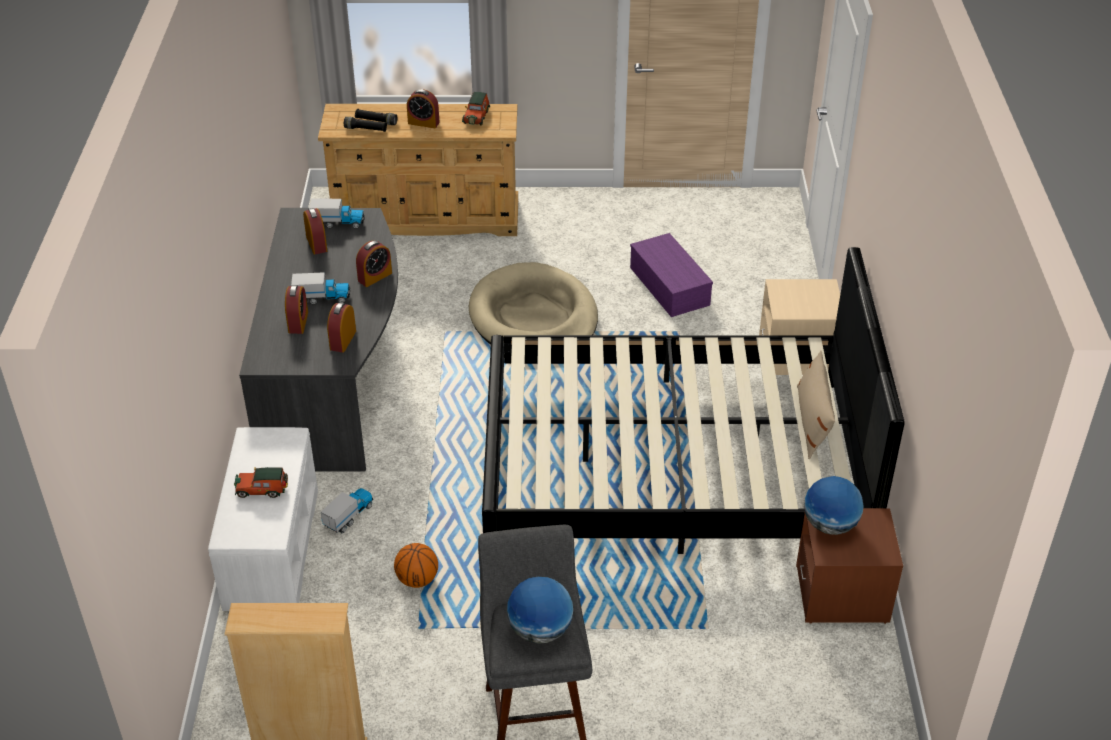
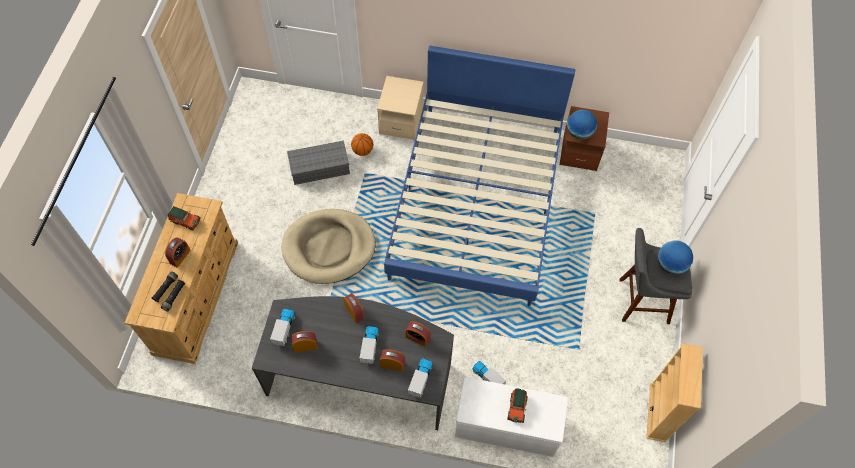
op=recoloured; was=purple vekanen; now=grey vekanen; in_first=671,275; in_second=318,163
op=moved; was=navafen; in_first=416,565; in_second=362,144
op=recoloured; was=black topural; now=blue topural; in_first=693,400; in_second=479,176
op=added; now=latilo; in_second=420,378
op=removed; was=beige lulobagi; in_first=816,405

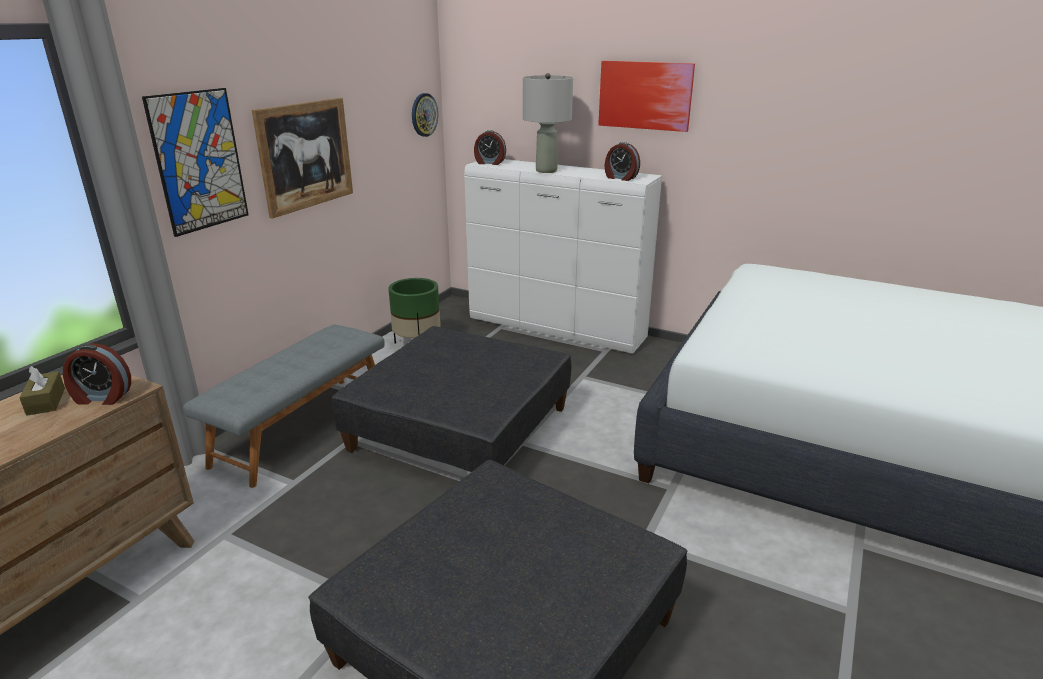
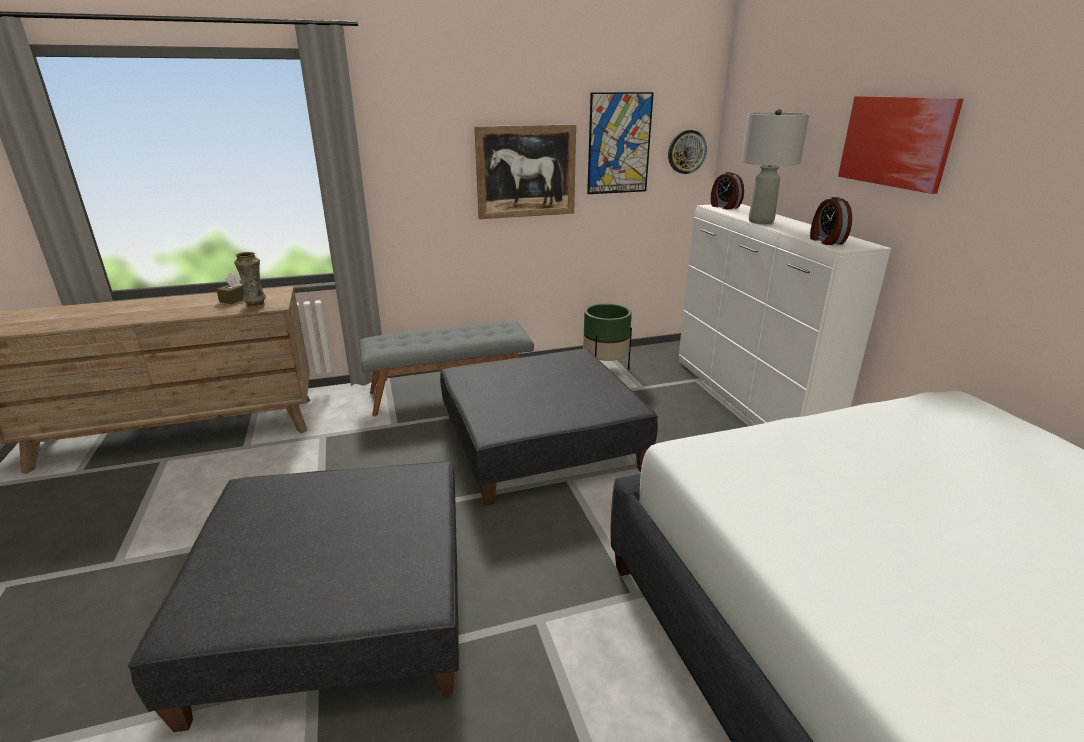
op=replaced; was=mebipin; now=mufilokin; in_first=97,374; in_second=250,280
op=moved; was=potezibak; in_first=195,162; in_second=620,143

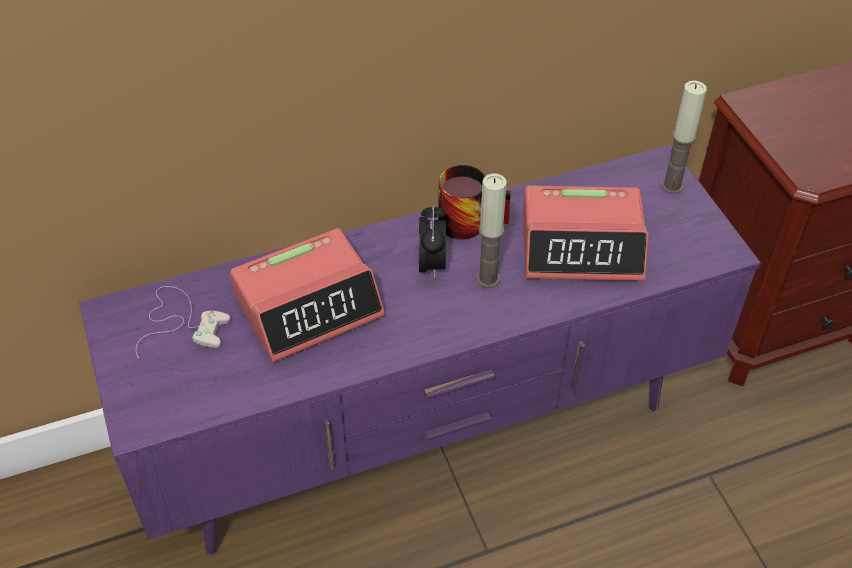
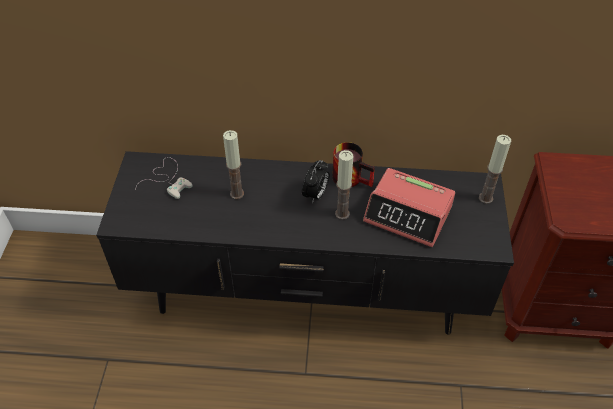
op=recoloured; was=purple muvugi; now=black muvugi; in_first=420,350; in_second=305,243
op=replaced; was=mebipin; now=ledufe; in_first=307,295; in_second=233,164

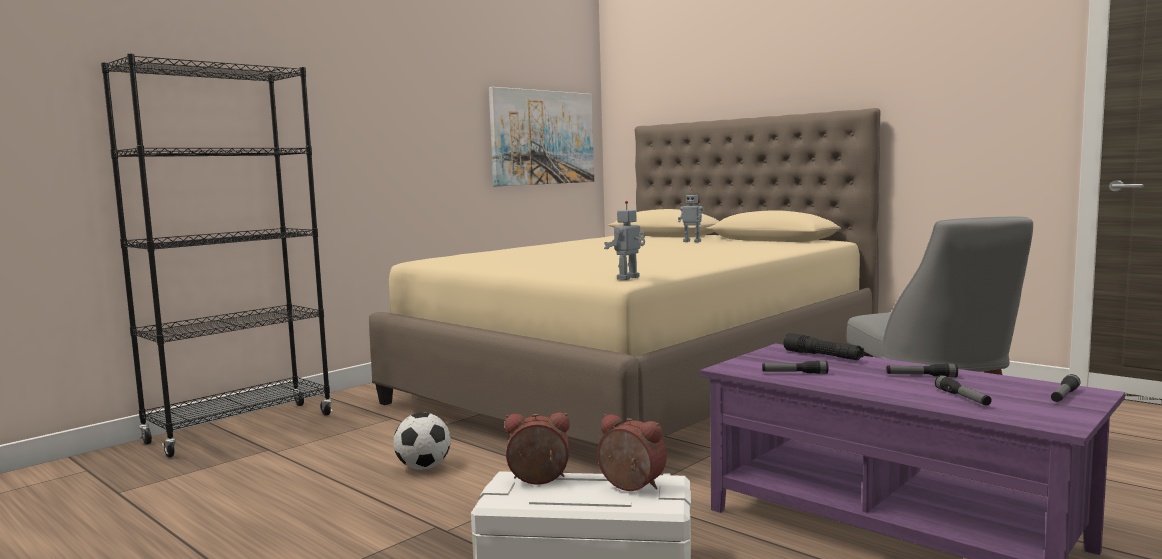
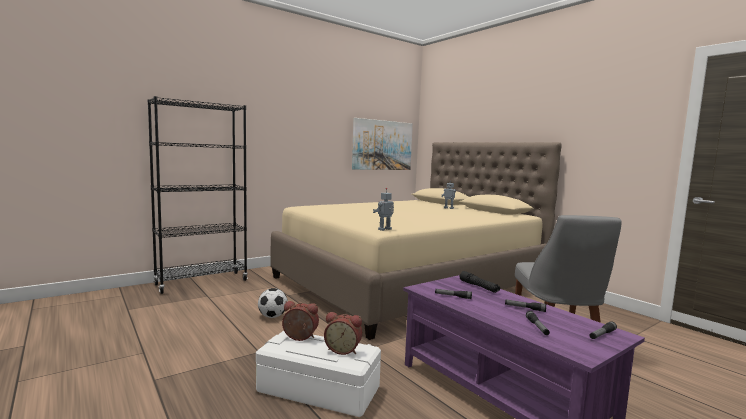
op=turned; was=mebipin; in_first=632,452; in_second=343,333; clockwise=150

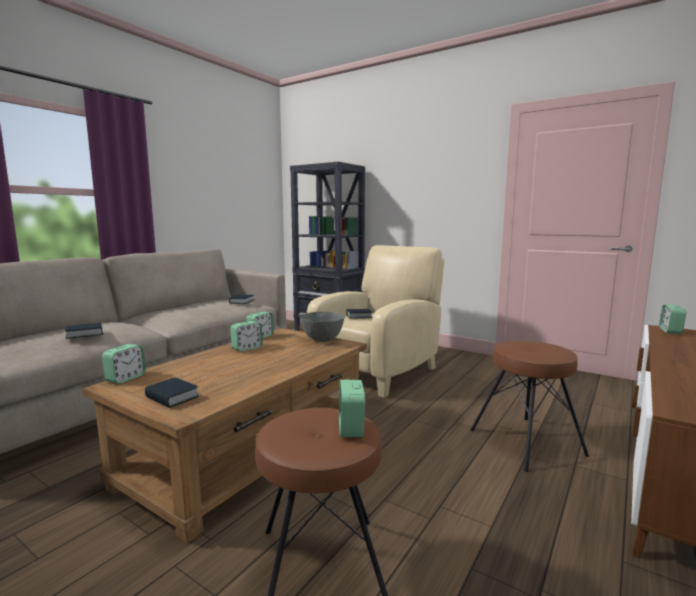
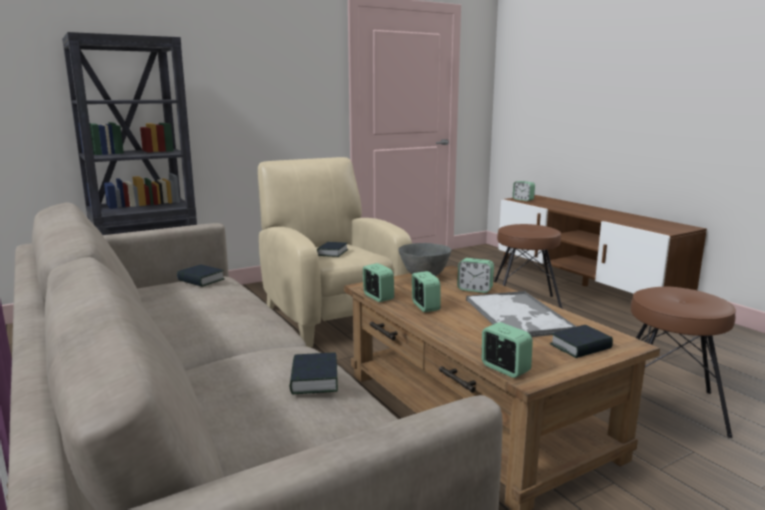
op=moved; was=mebipin; in_first=352,408; in_second=475,275
op=added; now=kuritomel; in_second=521,314

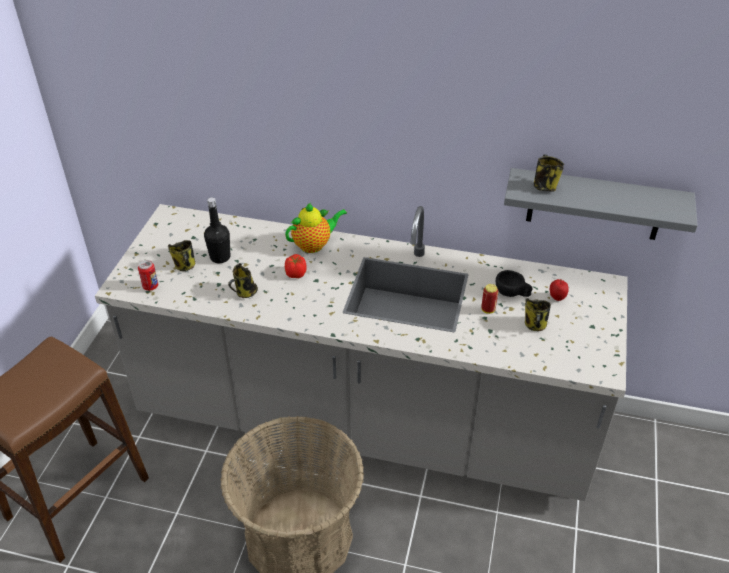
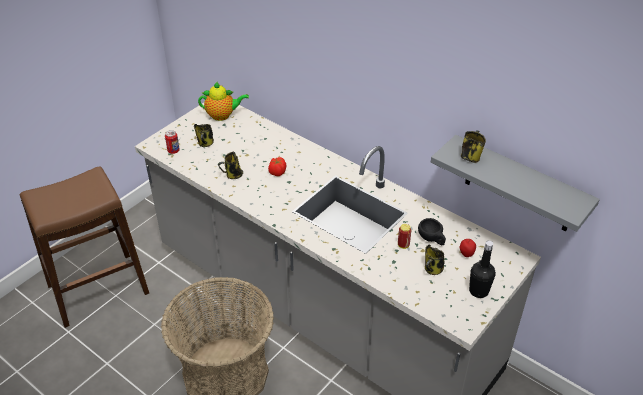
op=moved; was=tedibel; in_first=316,228; in_second=223,101
op=moved; was=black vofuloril; in_first=217,230; in_second=482,269

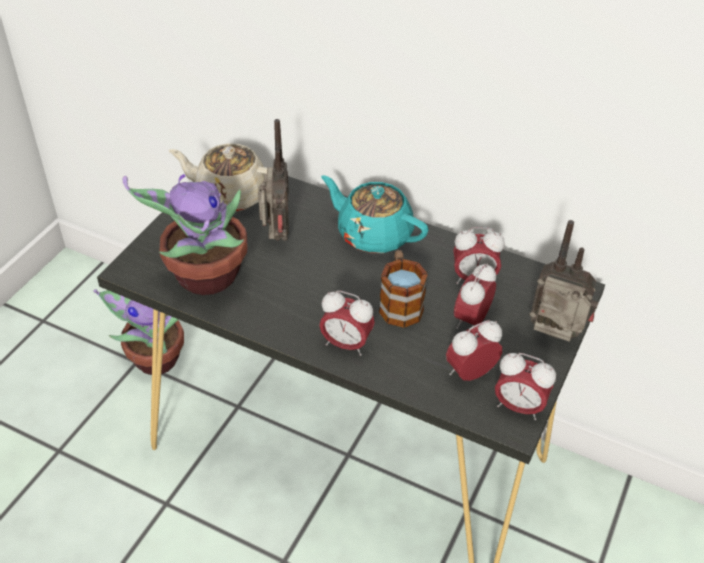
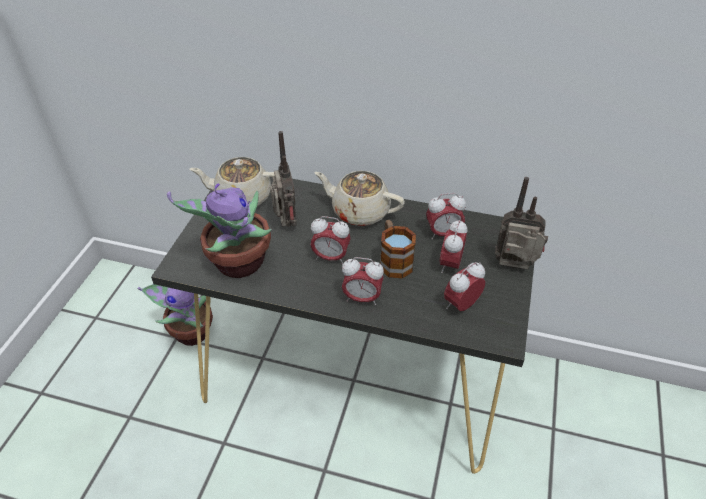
op=moved; was=mebipin; in_first=525,386; in_second=330,240
op=recoloured; was=turquoise tedibel; now=beige tedibel; in_first=375,214; in_second=359,198

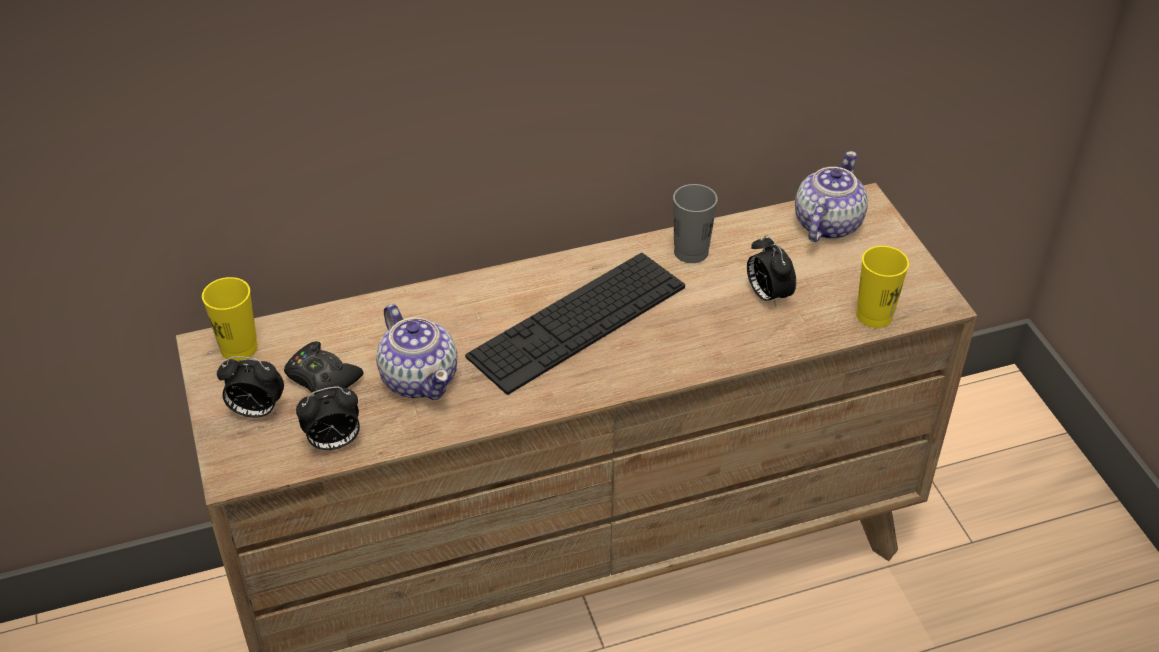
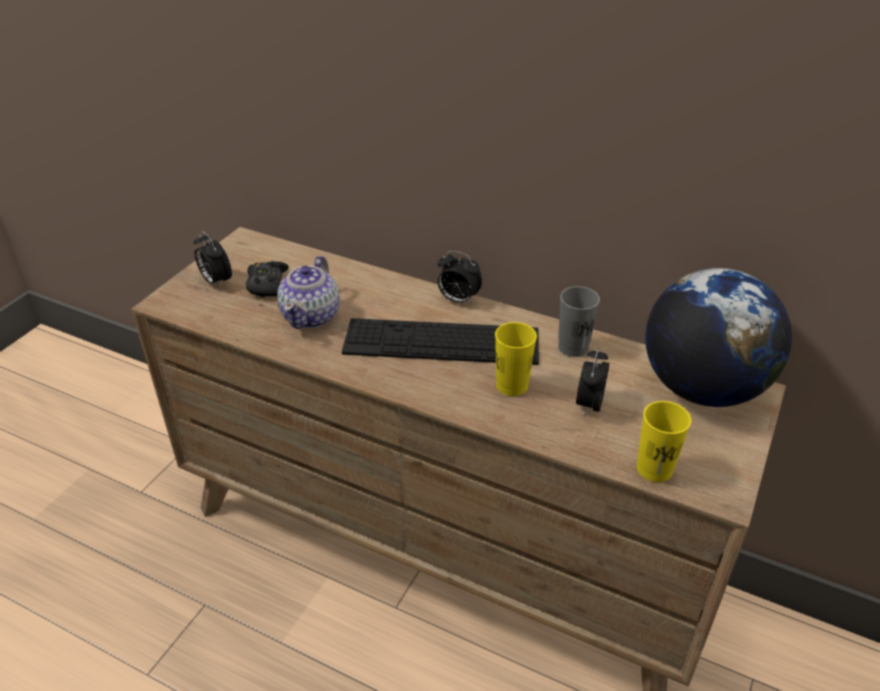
op=moved; was=mebipin; in_first=328,418; in_second=460,278
op=moved; was=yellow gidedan; in_first=230,319; in_second=516,359
op=replaced; was=tedibel; now=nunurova; in_first=831,196; in_second=718,337

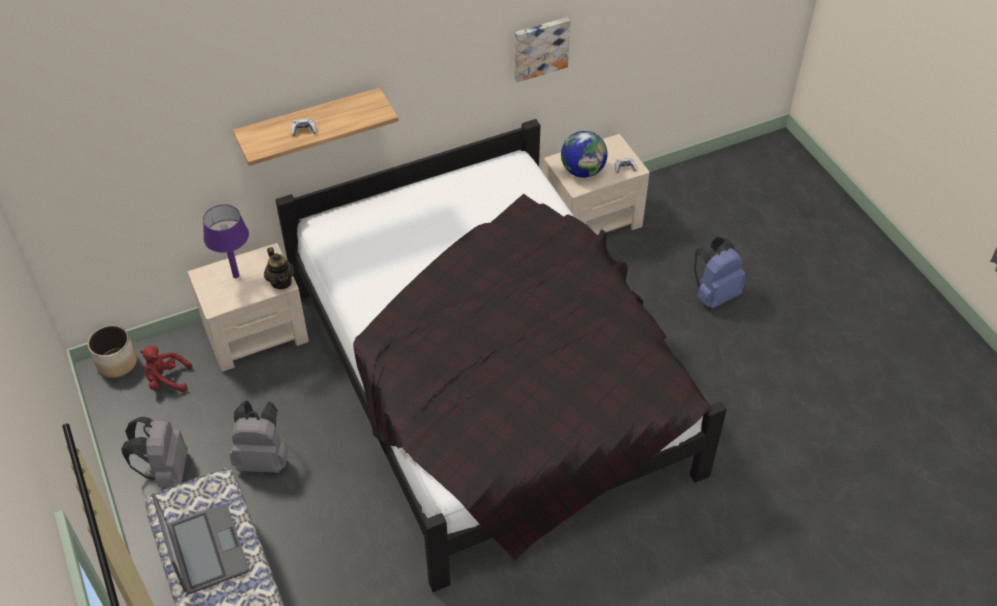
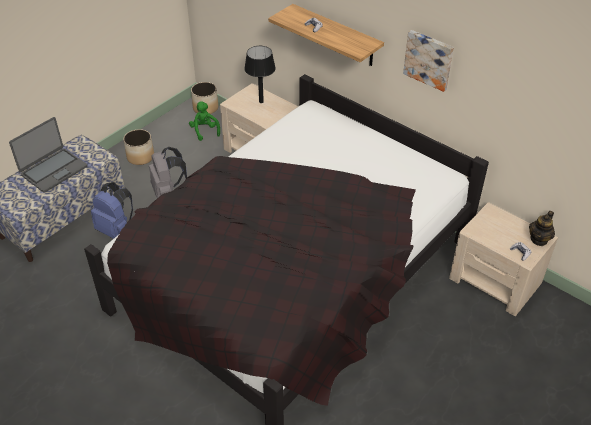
op=moved; was=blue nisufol; in_first=719,272; in_second=112,210
op=replaced; was=grey nisufol; now=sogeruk; in_first=154,452; in_second=138,147
op=recoloured; was=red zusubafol; now=green zusubafol; in_first=166,368; in_second=204,121
op=recoloured; was=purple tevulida; now=black tevulida; in_first=226,241; in_second=260,74
op=moved; was=potezibak; in_first=542,49; in_second=428,61
op=moved; was=tedibel; in_first=279,268; in_second=542,228
op=removed; was=nunurova; in_first=584,154

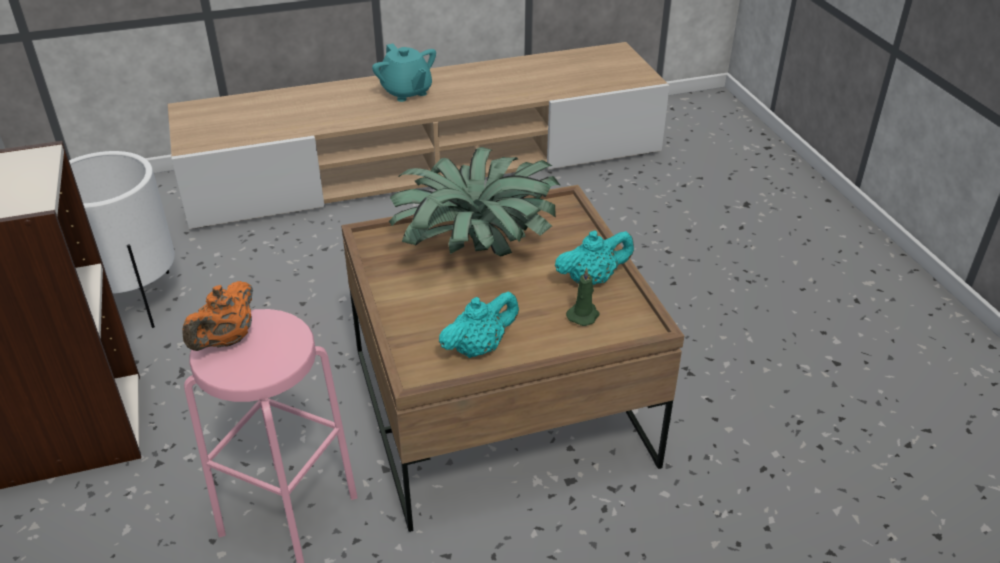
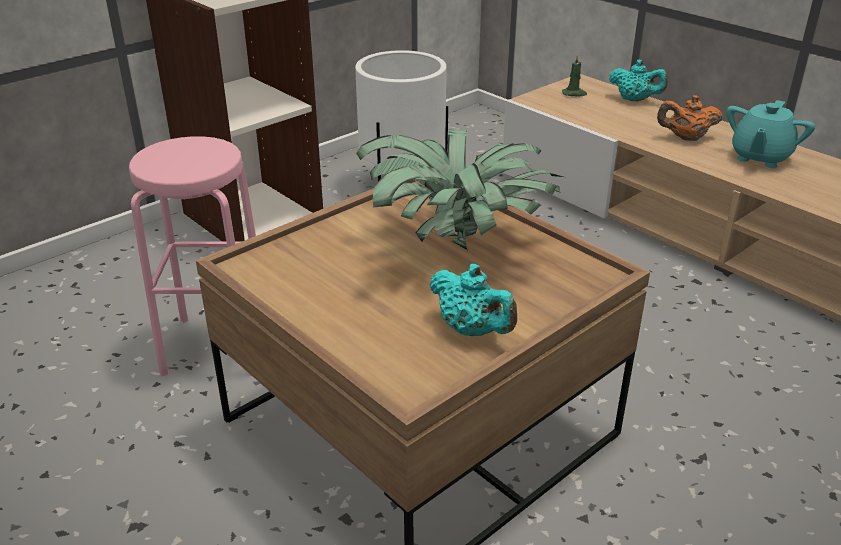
op=moved; was=green ledufe; in_first=583,297; in_second=574,76
op=moved; was=turquoise tedibel; in_first=479,324; in_second=638,81
op=moved; was=orange tedibel; in_first=217,316; in_second=690,118

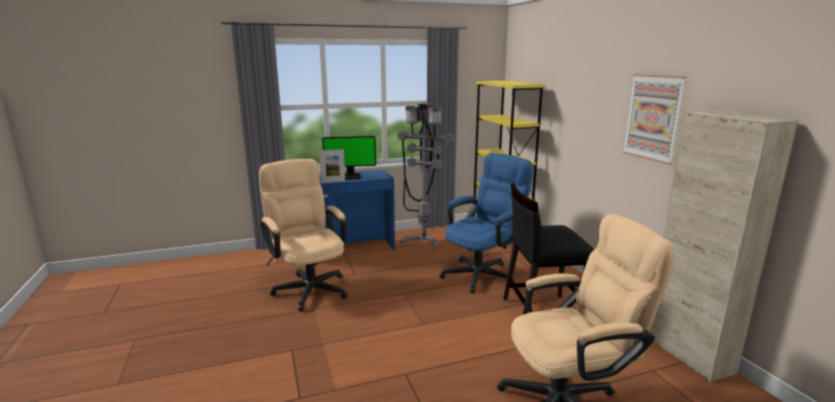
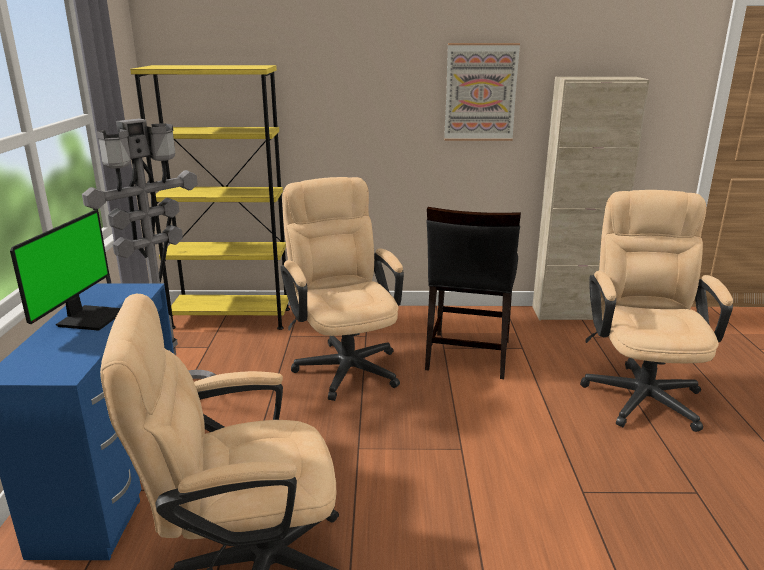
op=recoloured; was=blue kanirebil; now=beige kanirebil; in_first=486,223; in_second=342,289
op=removed; was=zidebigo; in_first=332,166

